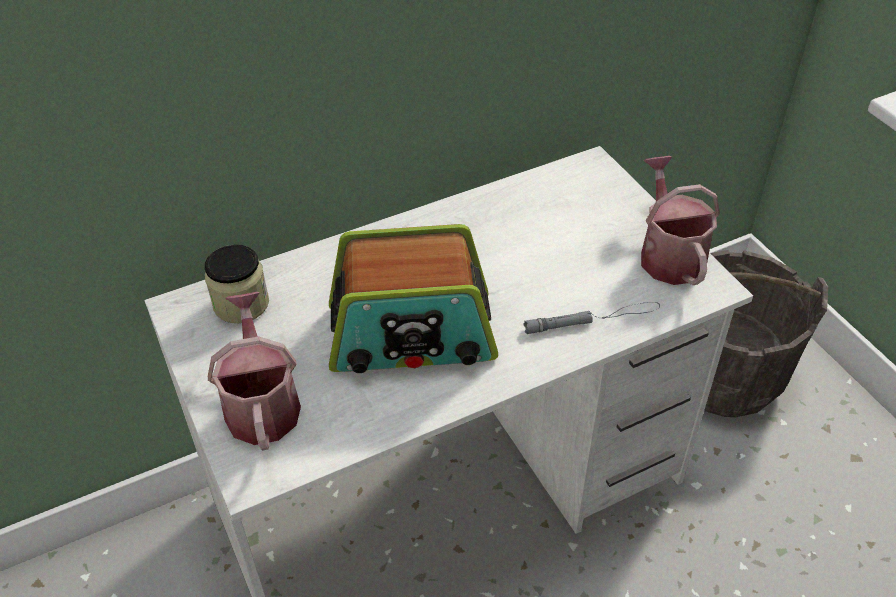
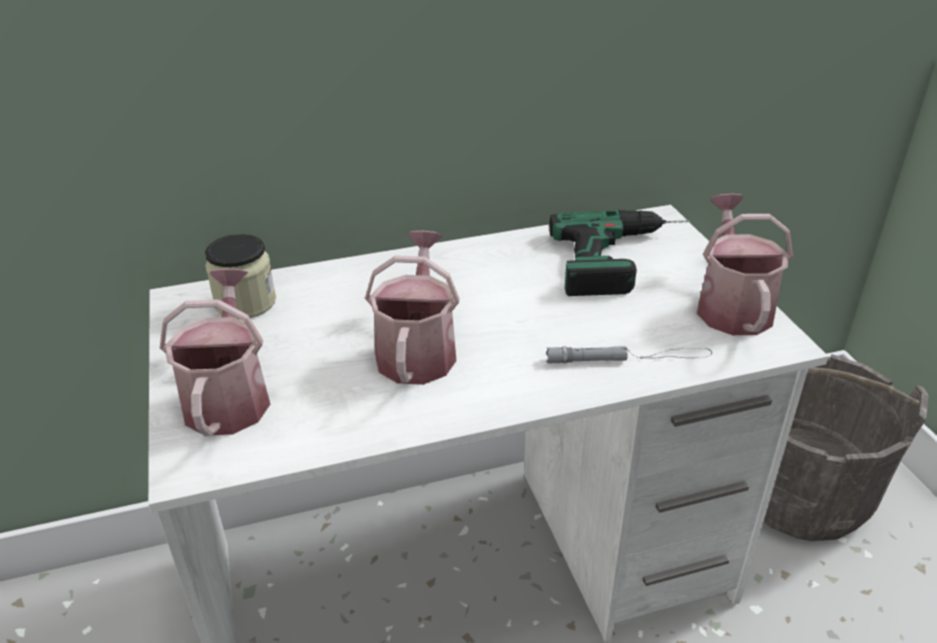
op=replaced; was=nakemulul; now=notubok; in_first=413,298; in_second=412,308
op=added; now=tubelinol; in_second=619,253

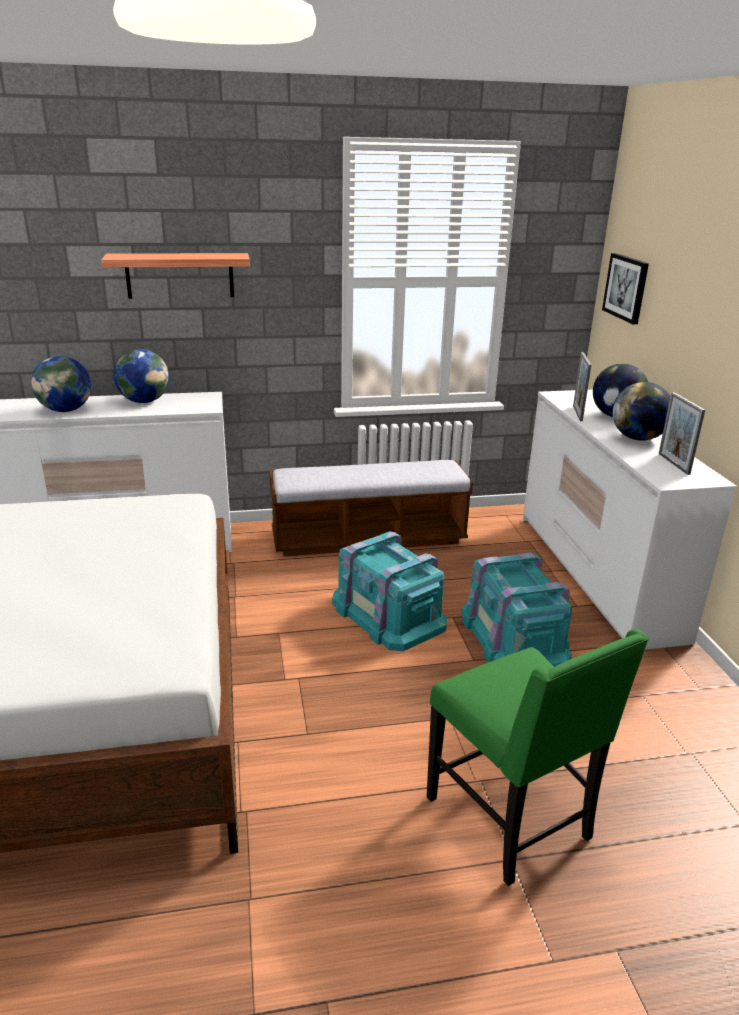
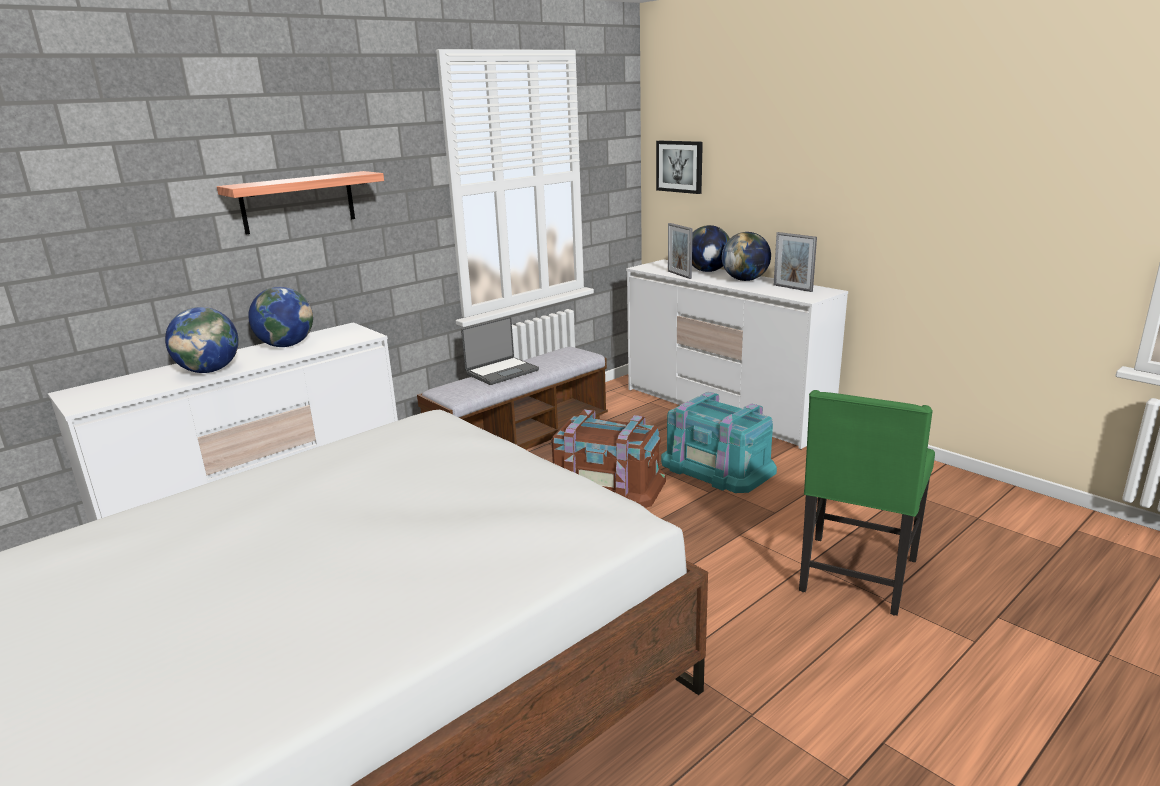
op=added; now=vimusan; in_second=500,351
op=recoloured; was=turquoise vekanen; now=brown vekanen; in_first=389,591; in_second=608,459
op=turned; was=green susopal; in_first=538,757; in_second=867,503; clockwise=90

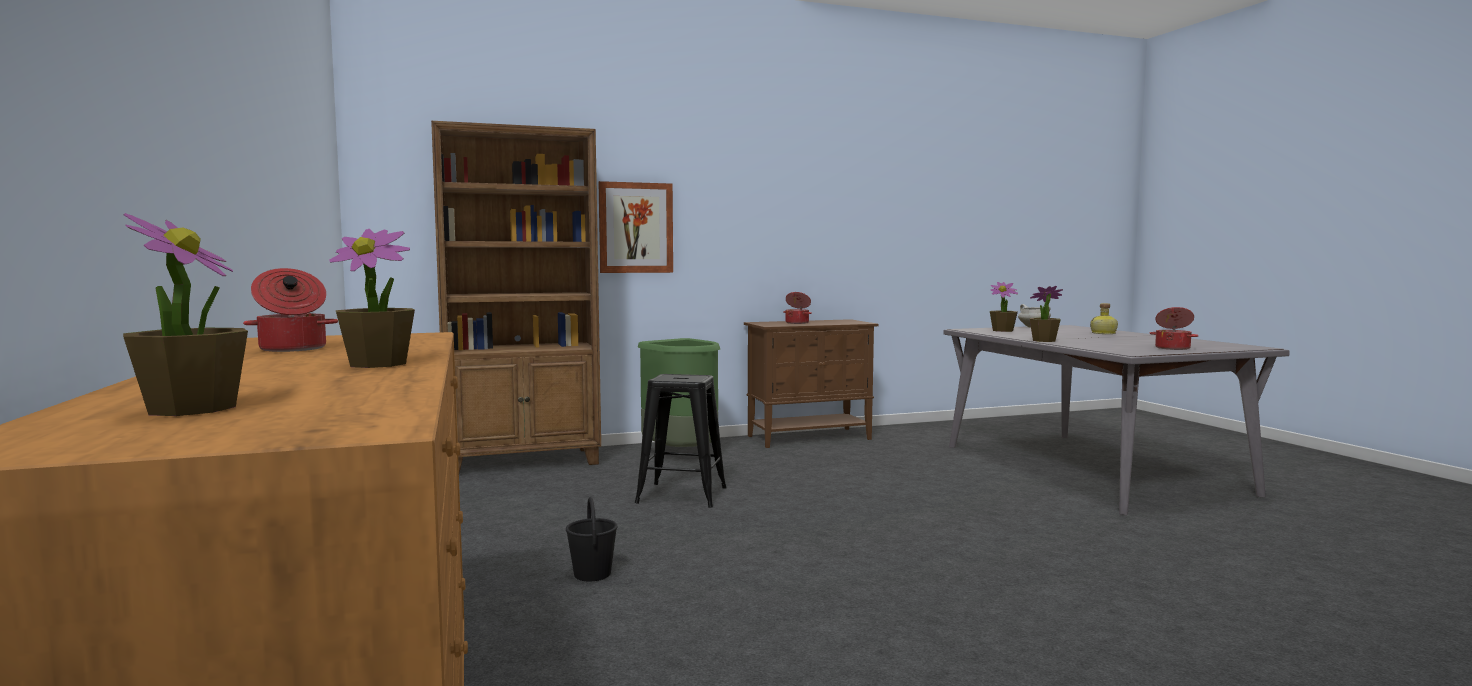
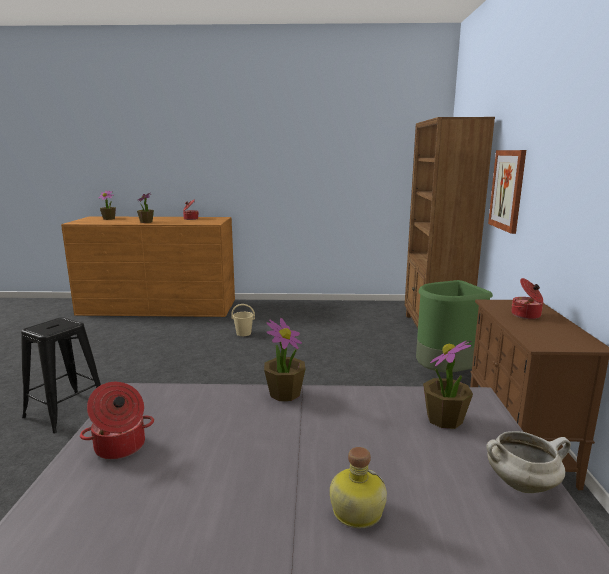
op=moved; was=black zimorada; in_first=681,441; in_second=61,375
op=recoloured; was=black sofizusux; now=beige sofizusux; in_first=591,539; in_second=243,320

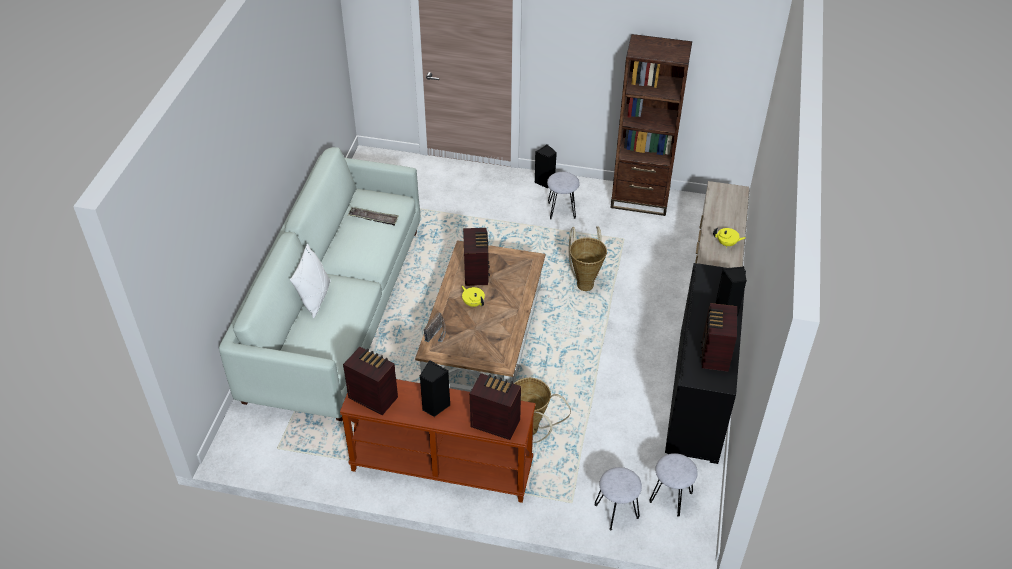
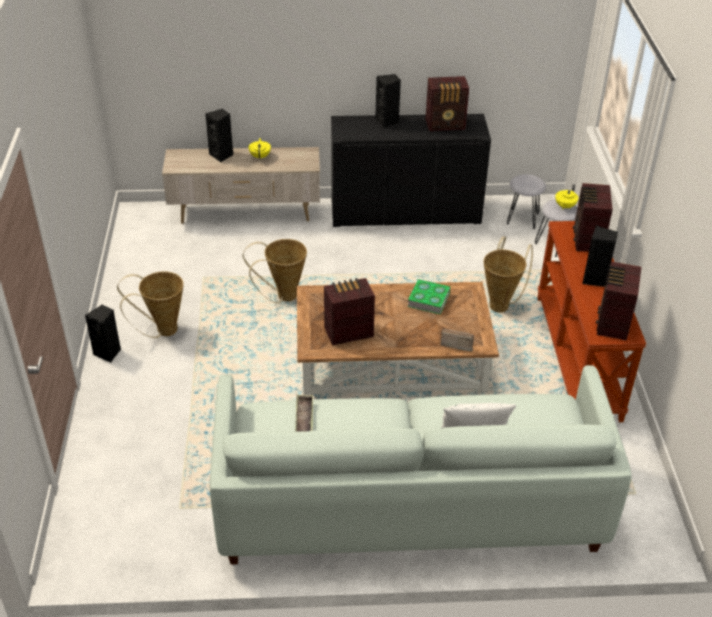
op=replaced; was=grey zimorada; now=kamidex; in_first=563,196; in_second=150,304
op=added; now=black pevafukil; in_second=219,135
op=added; now=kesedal; in_second=429,296
op=moved; was=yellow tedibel; in_first=473,296; in_second=566,196
op=removed; was=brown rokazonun; in_first=651,125

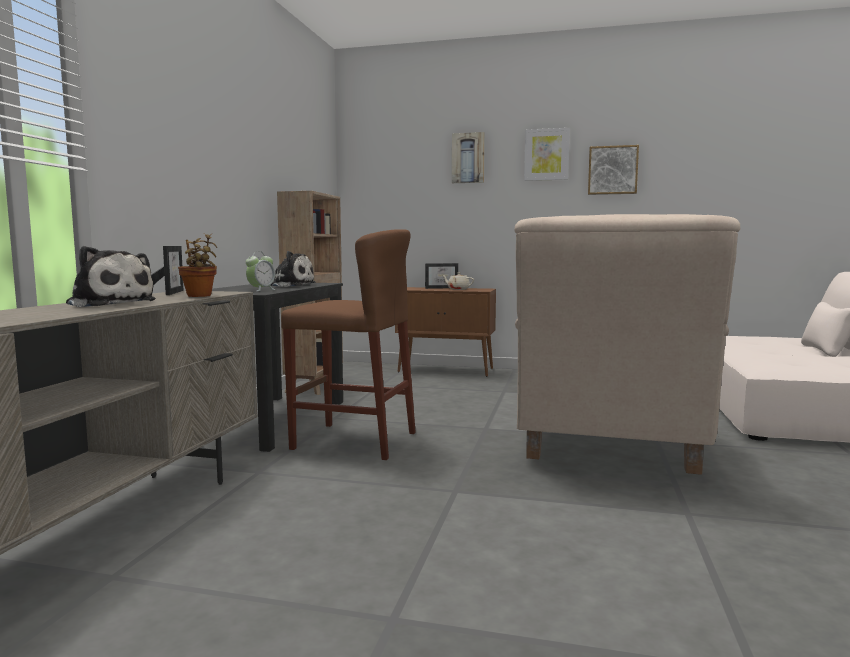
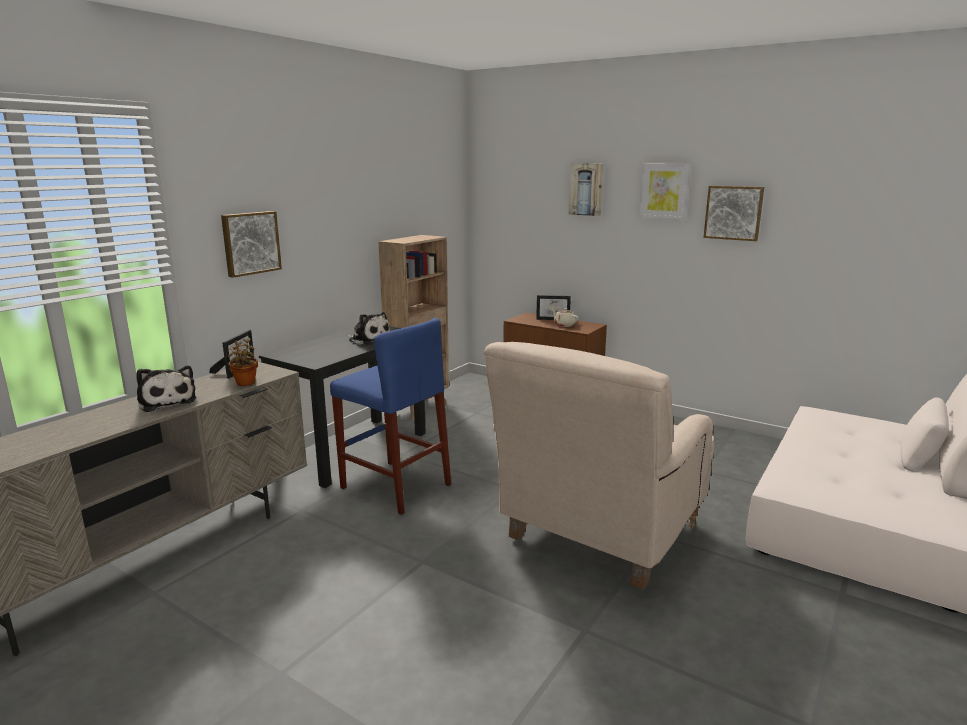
op=added; now=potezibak; in_second=251,244
op=recoloured; was=brown zimorada; now=blue zimorada; in_first=348,344; in_second=390,416
op=removed; was=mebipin; in_first=261,271

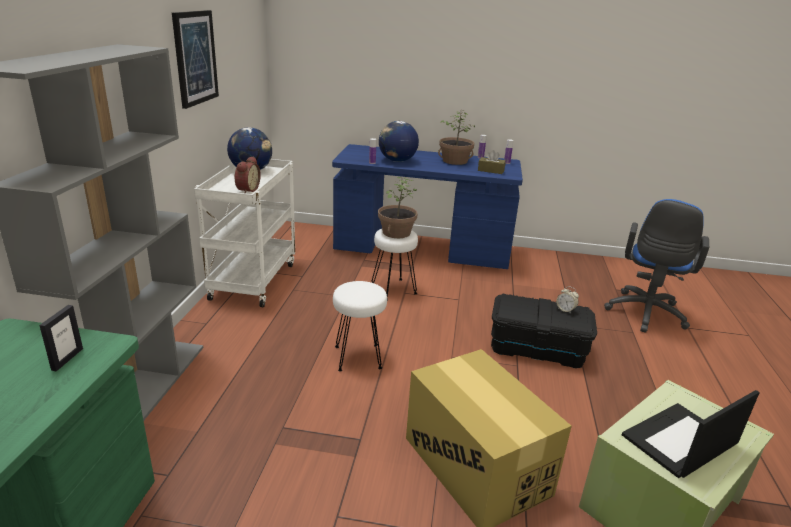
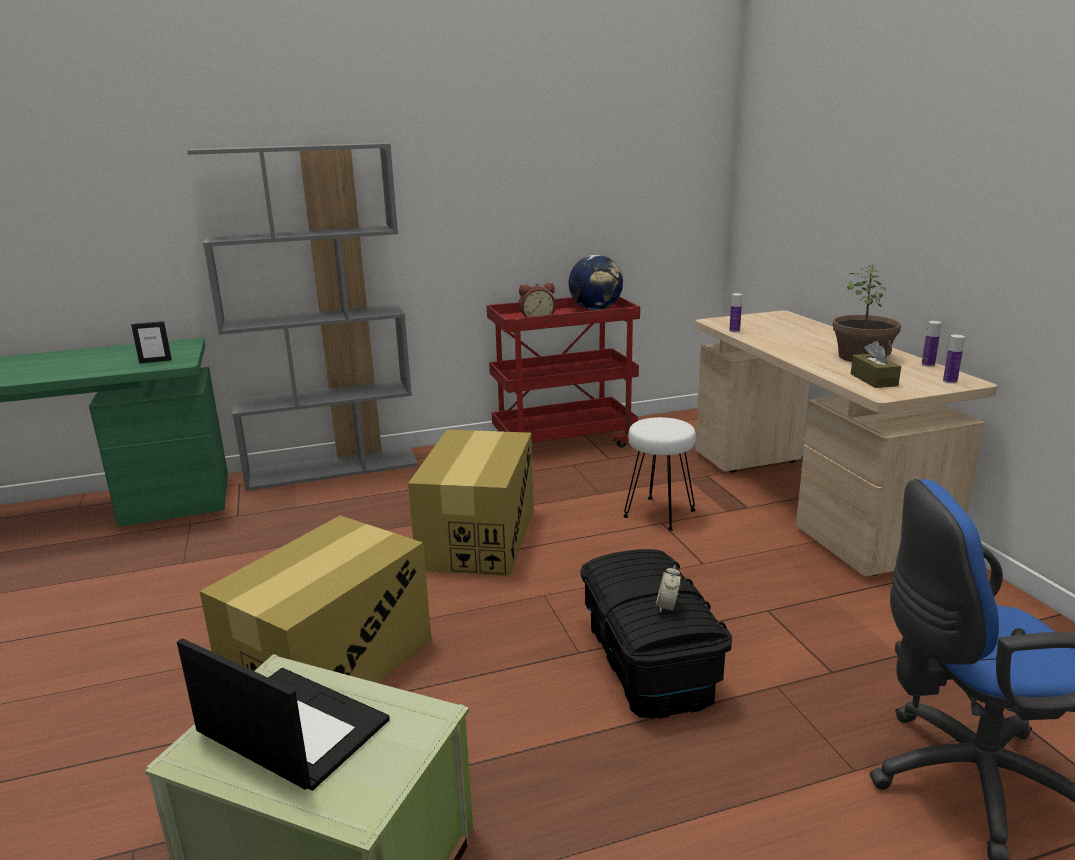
op=replaced; was=white zimorada; now=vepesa; in_first=360,326; in_second=471,503
op=recoloured; was=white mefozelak; now=red mefozelak; in_first=244,233; in_second=563,372
op=recoloured; was=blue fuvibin; now=beige fuvibin; in_first=427,206; in_second=846,443
op=removed; was=potezibak; in_first=195,59
op=removed; was=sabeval; in_first=397,207
op=removed; was=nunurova; in_first=399,141

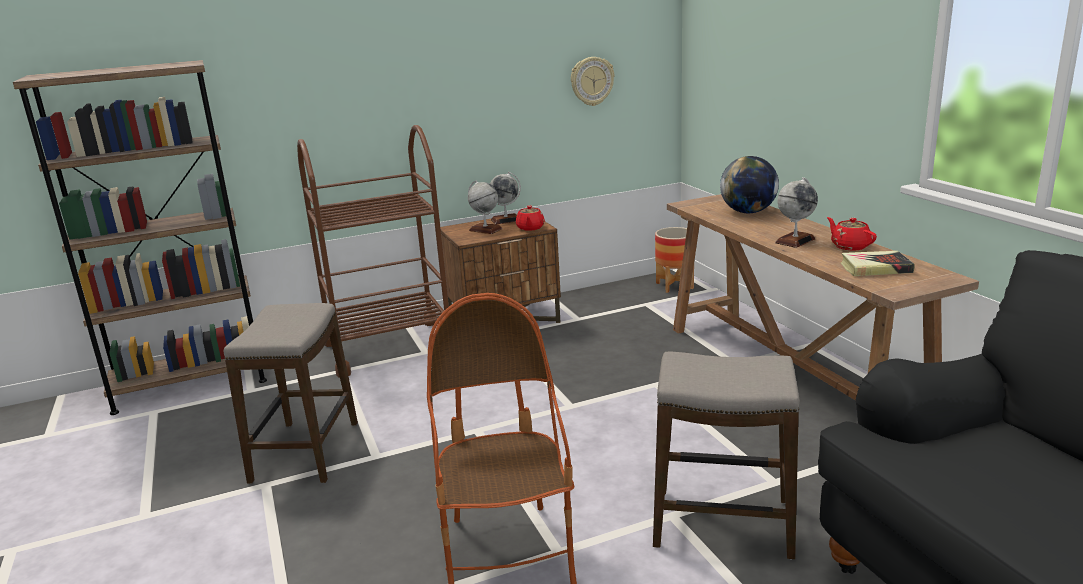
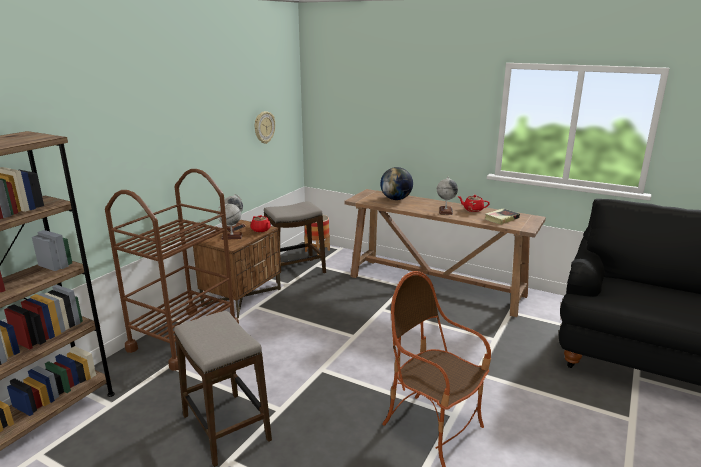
op=moved; was=zimorada; in_first=726,455; in_second=295,242

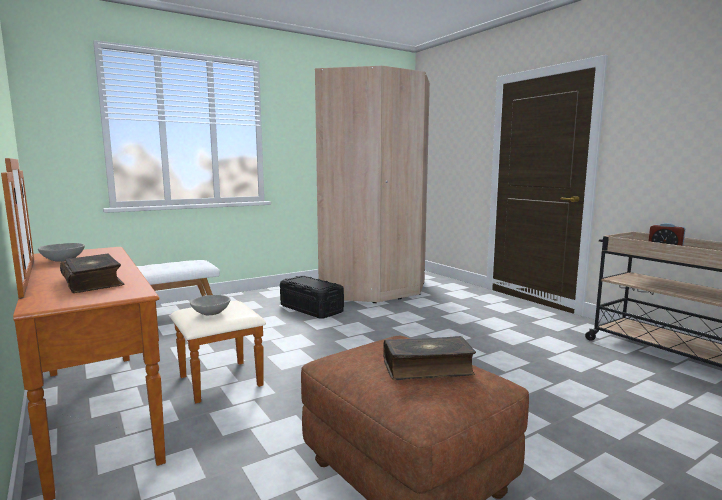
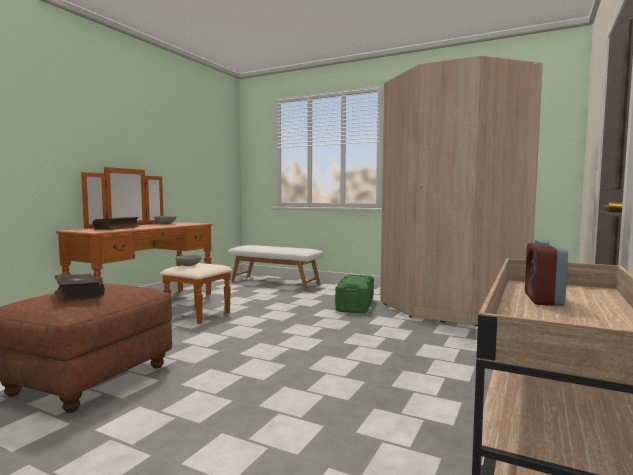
op=recoloured; was=black vekanen; now=green vekanen; in_first=312,297; in_second=354,294

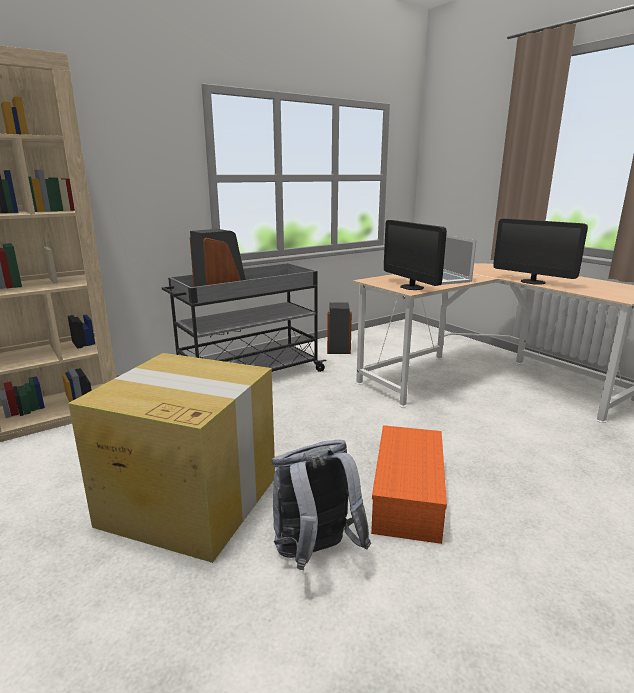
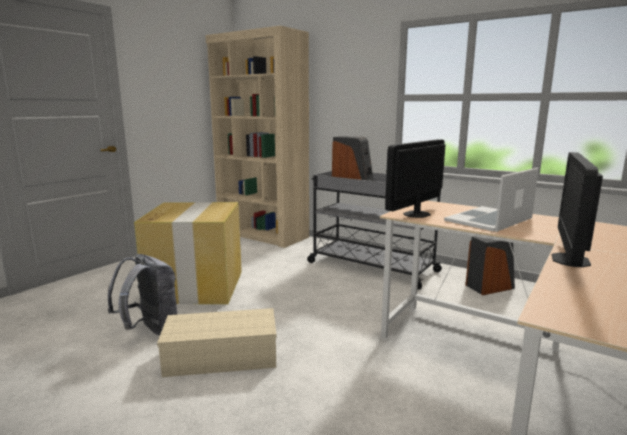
op=recoloured; was=orange vekanen; now=beige vekanen; in_first=409,484; in_second=217,342

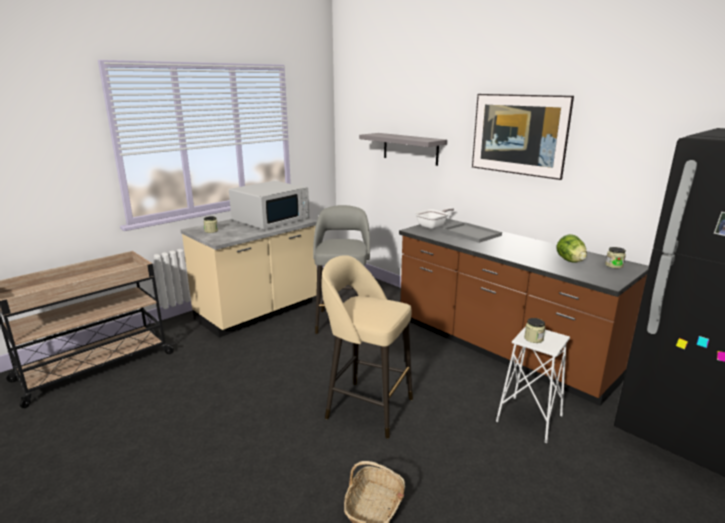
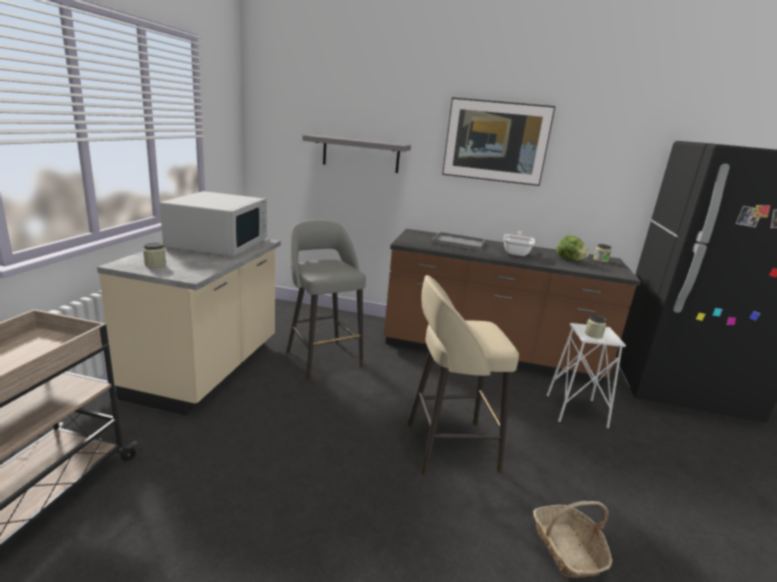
op=moved; was=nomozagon; in_first=434,218; in_second=519,243

